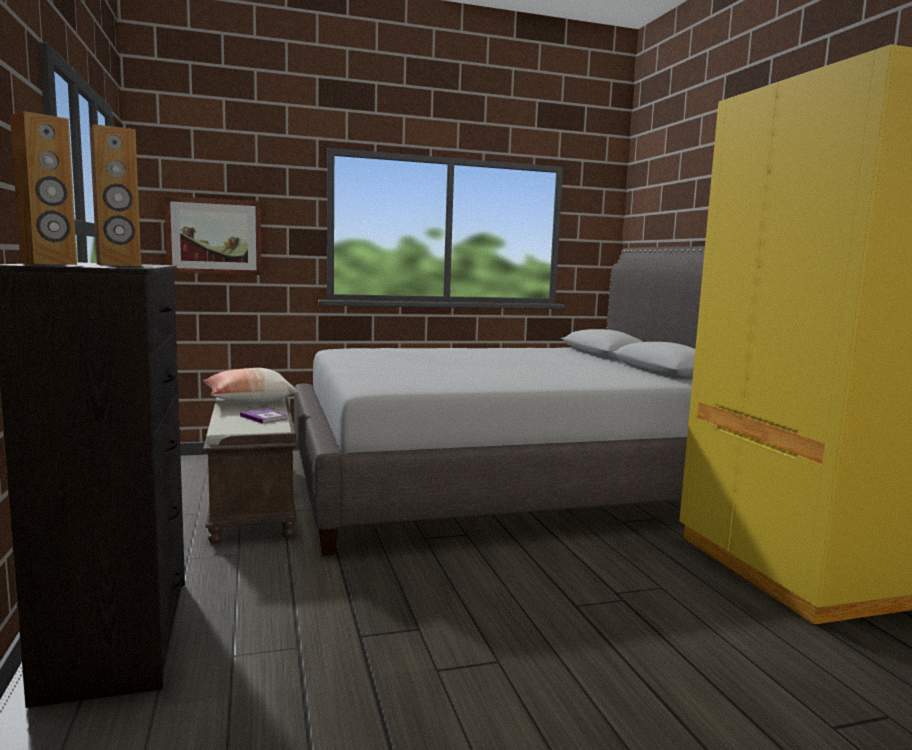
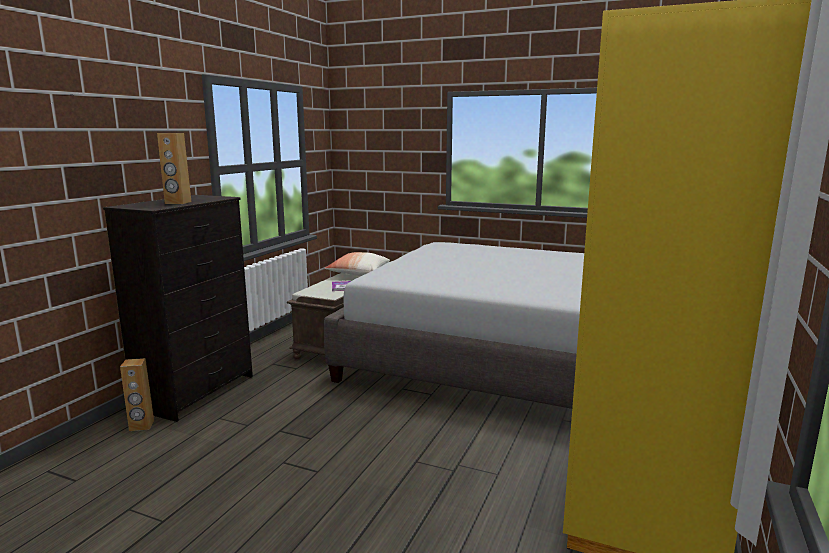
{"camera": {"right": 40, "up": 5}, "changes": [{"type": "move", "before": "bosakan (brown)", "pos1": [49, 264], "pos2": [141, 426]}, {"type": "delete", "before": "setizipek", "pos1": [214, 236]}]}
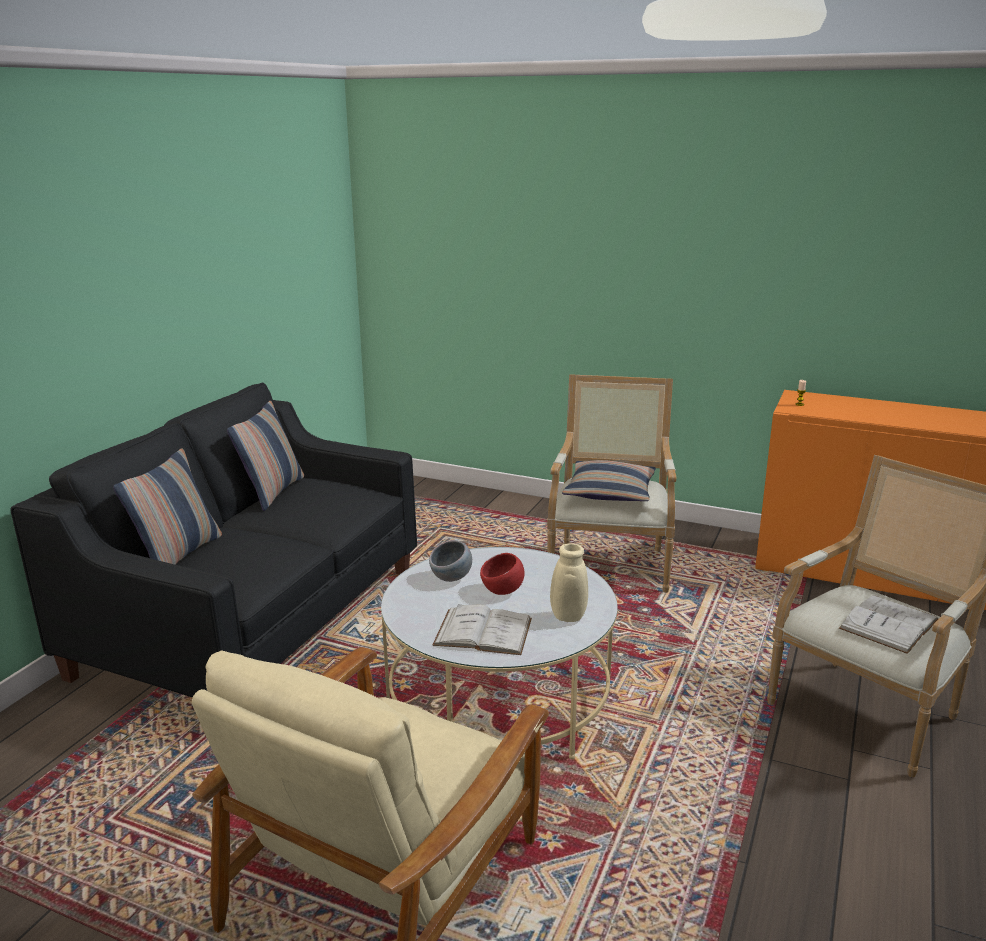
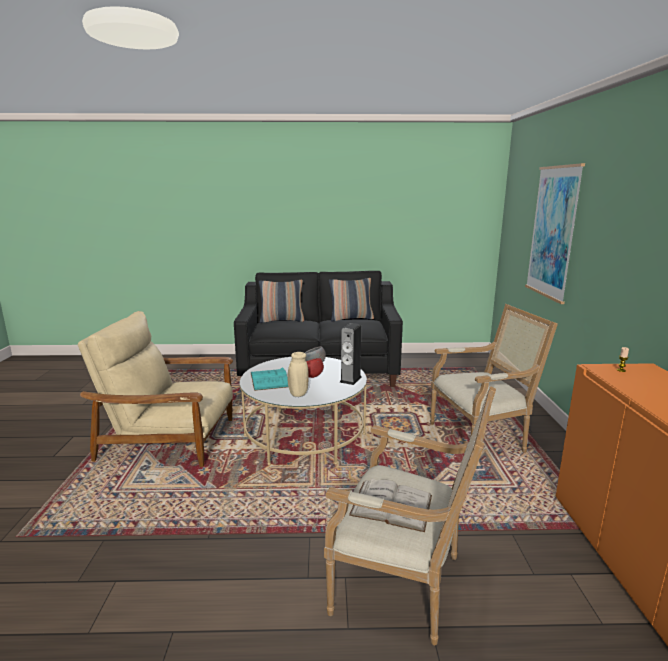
{"camera": {"right": 65, "up": -5}, "changes": [{"type": "recolor", "before": "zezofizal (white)", "after": "zezofizal (turquoise)", "pos1": [483, 631], "pos2": [269, 379]}, {"type": "insert", "after": "bosakan", "pos2": [350, 379]}, {"type": "insert", "after": "setizipek", "pos2": [553, 232]}, {"type": "delete", "before": "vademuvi", "pos1": [609, 492]}]}
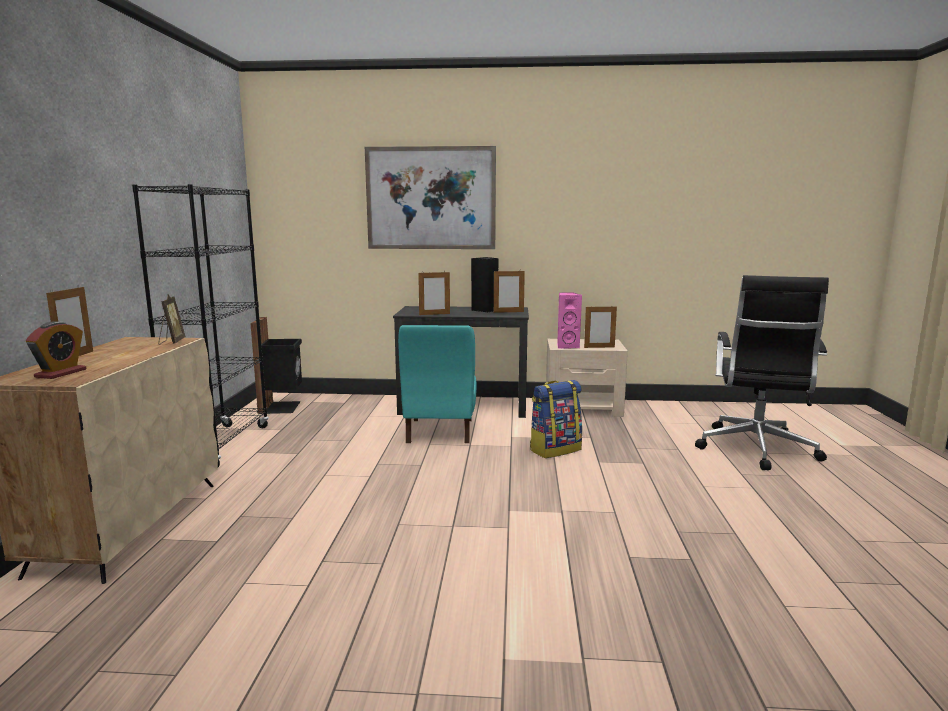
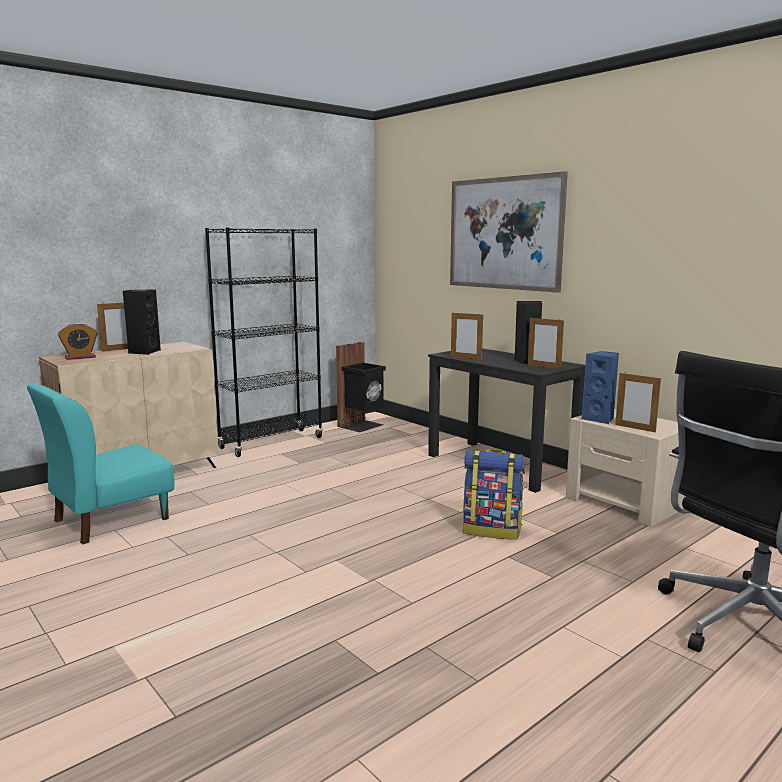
{"camera": {"right": 45, "up": 0}, "changes": [{"type": "move", "before": "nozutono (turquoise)", "pos1": [439, 431], "pos2": [110, 519]}, {"type": "insert", "after": "bosakan (black)", "pos2": [144, 352]}, {"type": "recolor", "before": "bosakan (pink)", "after": "bosakan (blue)", "pos1": [567, 346], "pos2": [600, 419]}, {"type": "delete", "before": "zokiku", "pos1": [171, 342]}]}
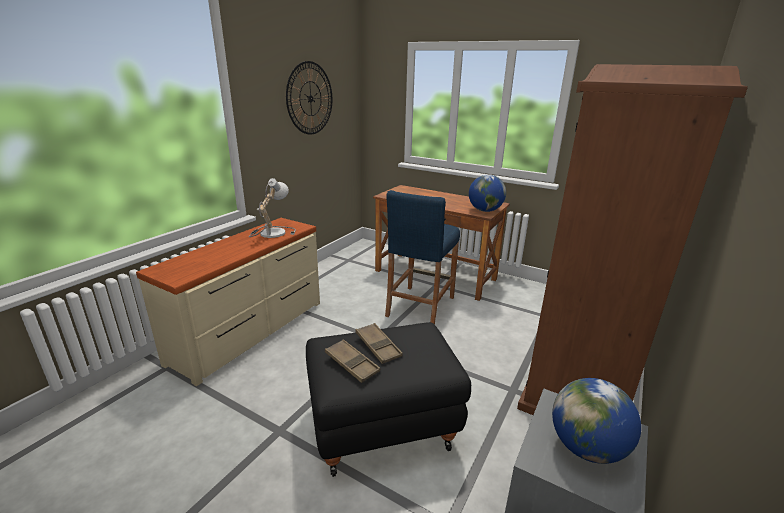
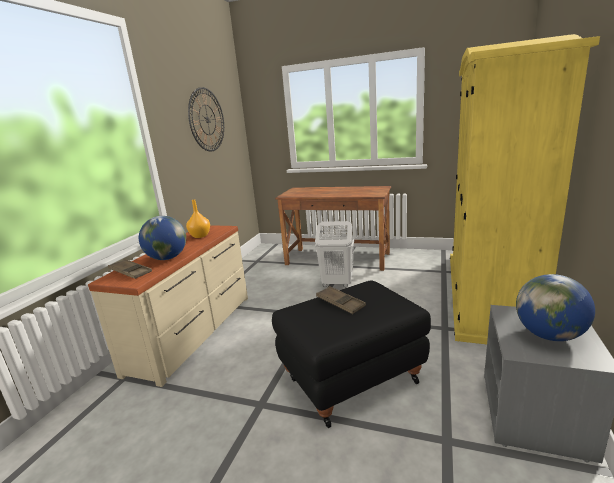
{"camera": {"right": -10, "up": -5}, "changes": [{"type": "move", "before": "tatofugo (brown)", "pos1": [352, 364], "pos2": [130, 272]}, {"type": "move", "before": "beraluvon", "pos1": [485, 210], "pos2": [167, 258]}, {"type": "replace", "before": "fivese", "after": "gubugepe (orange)", "pos1": [271, 232], "pos2": [199, 236]}, {"type": "replace", "before": "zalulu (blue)", "after": "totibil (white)", "pos1": [420, 306], "pos2": [337, 284]}, {"type": "recolor", "before": "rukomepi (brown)", "after": "rukomepi (yellow)", "pos1": [586, 357], "pos2": [488, 293]}]}
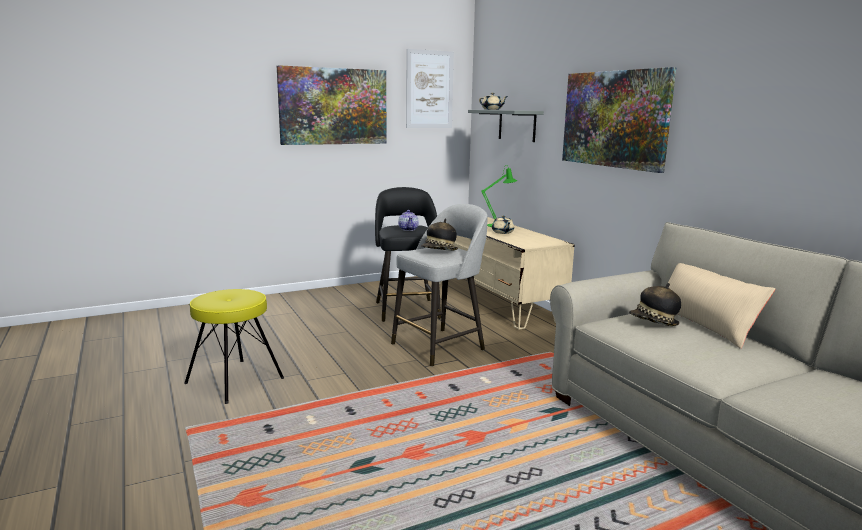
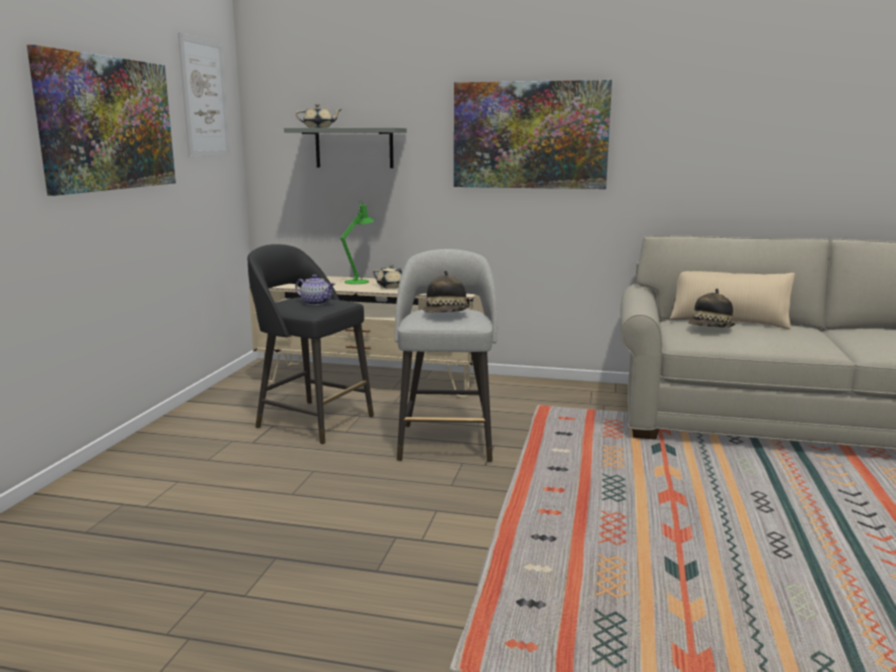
{"camera": {"right": -50, "up": 0}, "changes": [{"type": "delete", "before": "zalulu (yellow)", "pos1": [234, 380]}]}
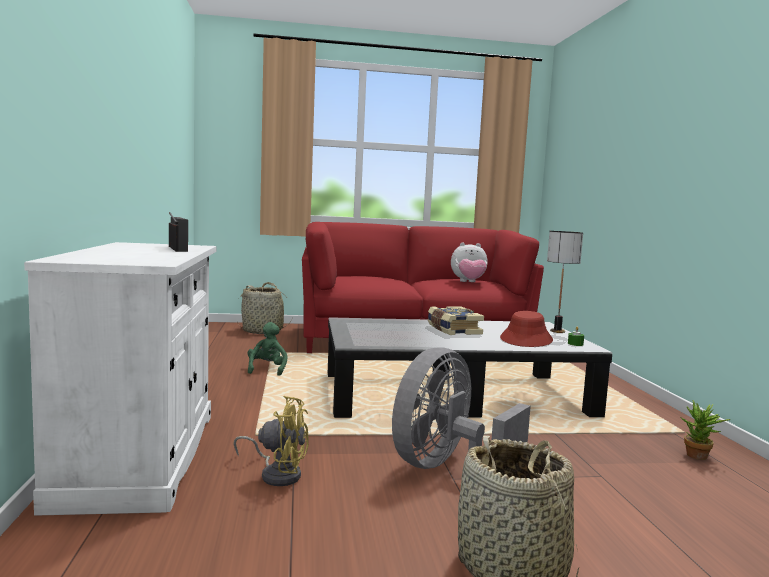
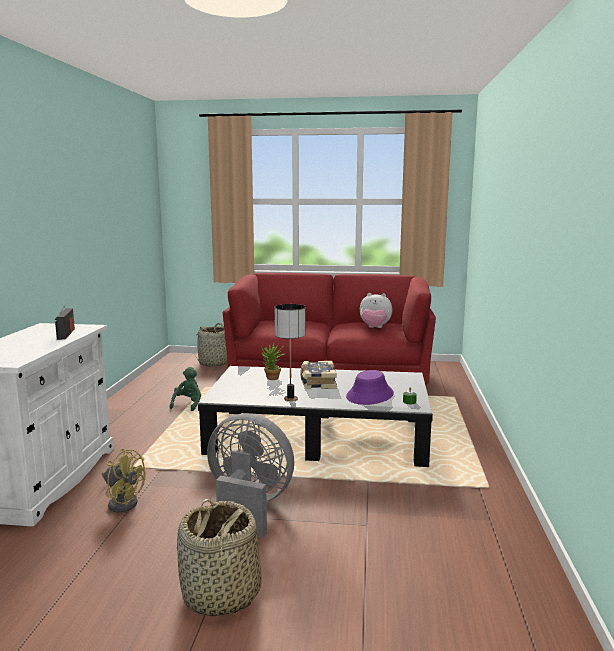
{"camera": {"right": 15, "up": 5}, "changes": [{"type": "rotate", "before": "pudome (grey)", "pos1": [446, 468], "pos2": [248, 507], "turn": 60}, {"type": "move", "before": "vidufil", "pos1": [699, 457], "pos2": [272, 379]}, {"type": "move", "before": "fivese", "pos1": [557, 331], "pos2": [290, 398]}, {"type": "recolor", "before": "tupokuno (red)", "after": "tupokuno (purple)", "pos1": [526, 339], "pos2": [370, 395]}]}
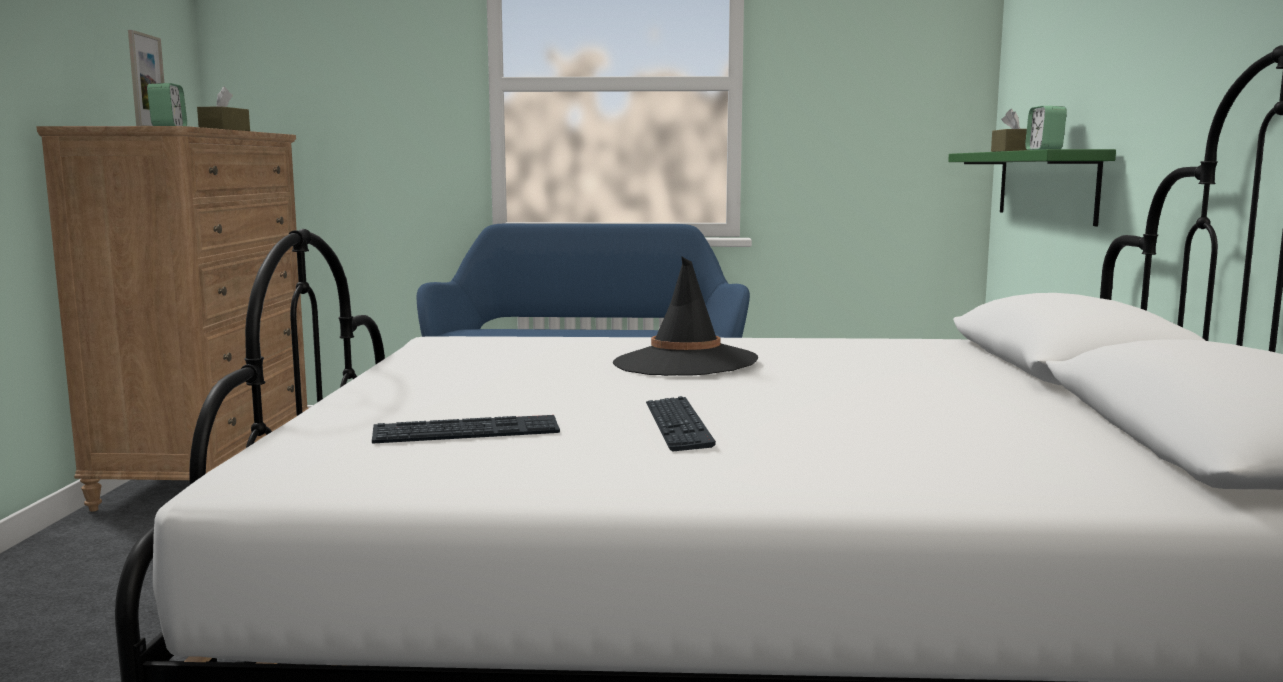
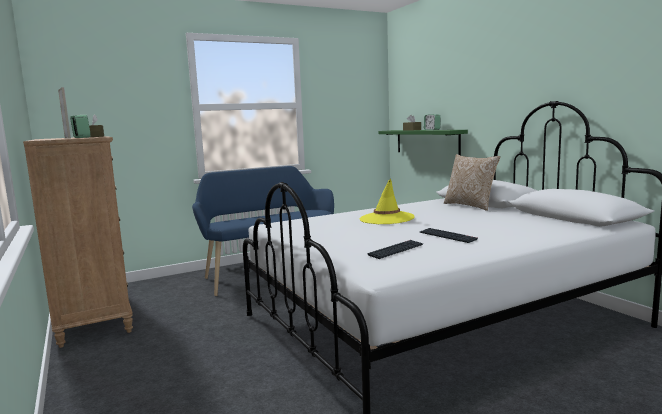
{"camera": {"right": -30, "up": 0}, "changes": [{"type": "recolor", "before": "tupokuno (black)", "after": "tupokuno (yellow)", "pos1": [685, 363], "pos2": [386, 218]}, {"type": "insert", "after": "vademuvi", "pos2": [470, 206]}]}
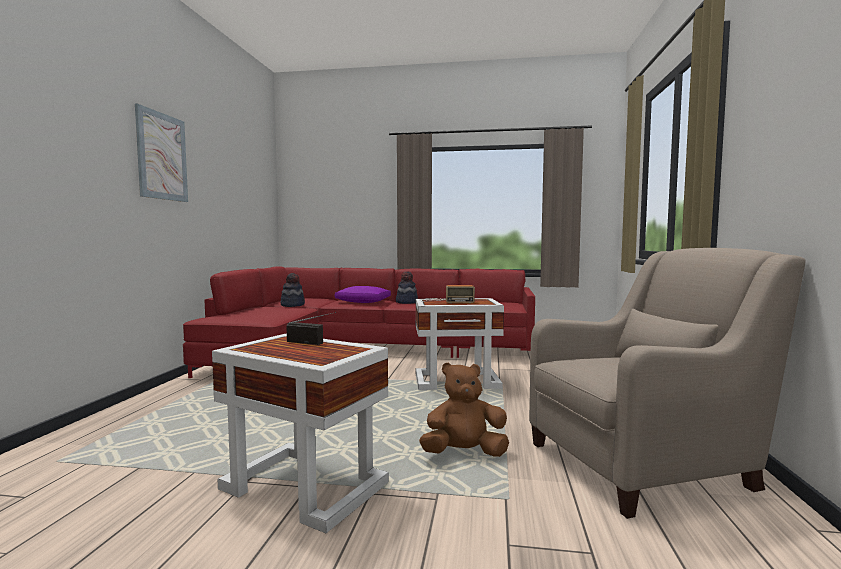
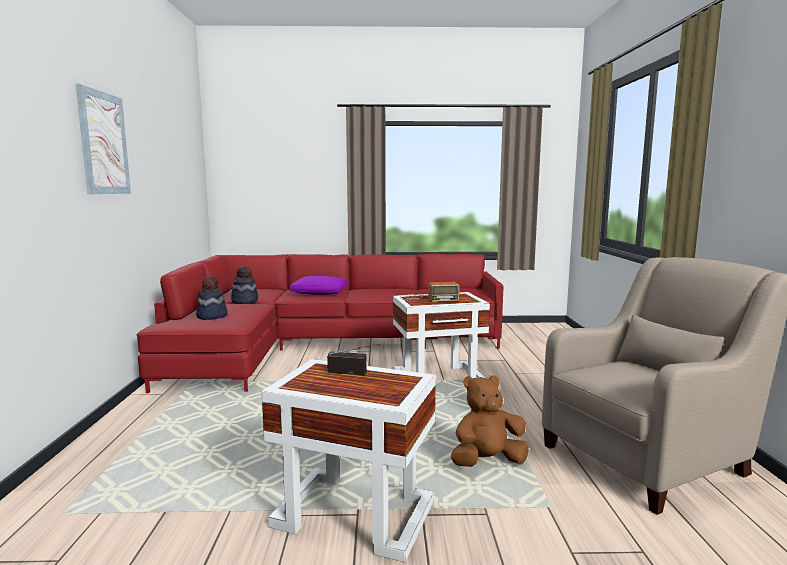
{"camera": {"right": -10, "up": 5}, "changes": [{"type": "move", "before": "tupokuno", "pos1": [406, 302], "pos2": [211, 316]}]}
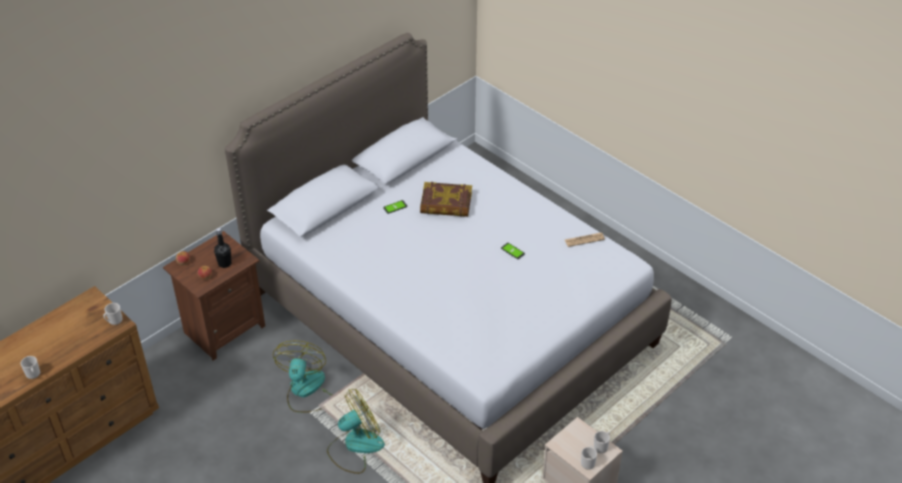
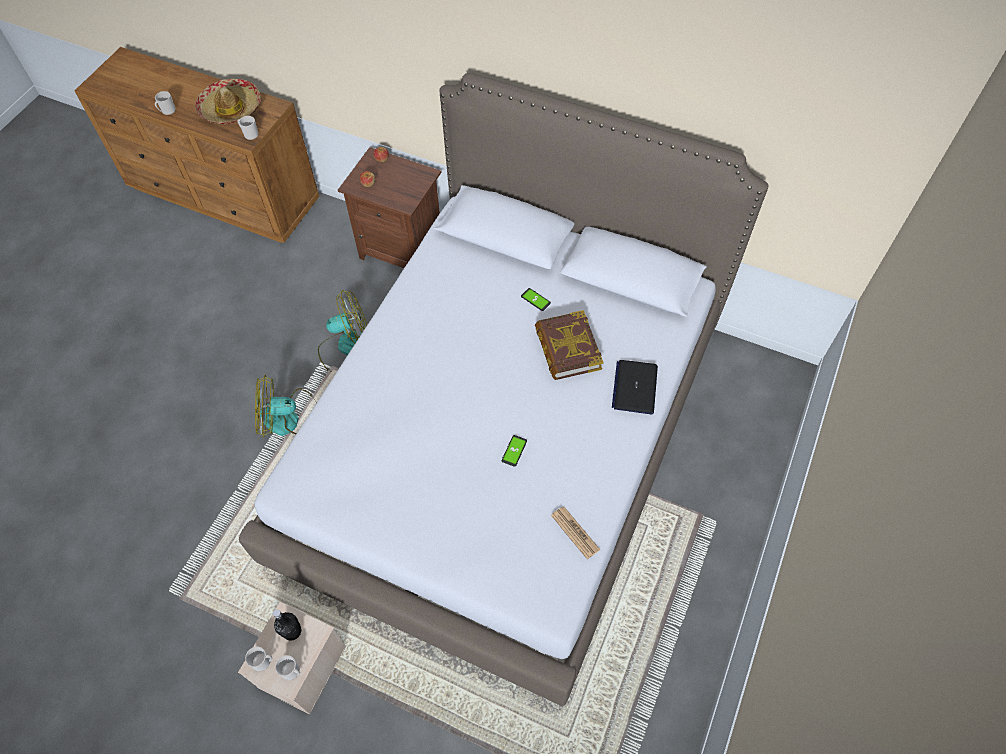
{"camera": {"right": 70, "up": 15}, "changes": [{"type": "insert", "after": "tupokuno", "pos2": [231, 109]}, {"type": "rotate", "before": "pudome", "pos1": [355, 446], "pos2": [289, 418], "turn": 135}, {"type": "move", "before": "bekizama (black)", "pos1": [224, 263], "pos2": [292, 631]}, {"type": "insert", "after": "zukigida", "pos2": [635, 387]}]}
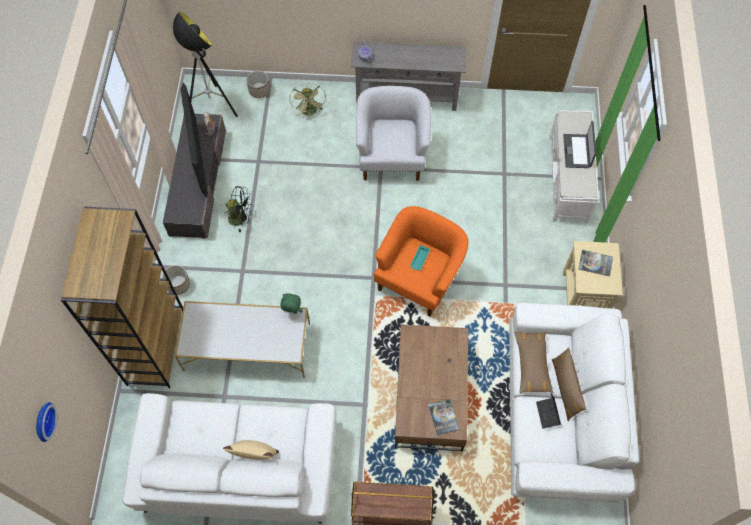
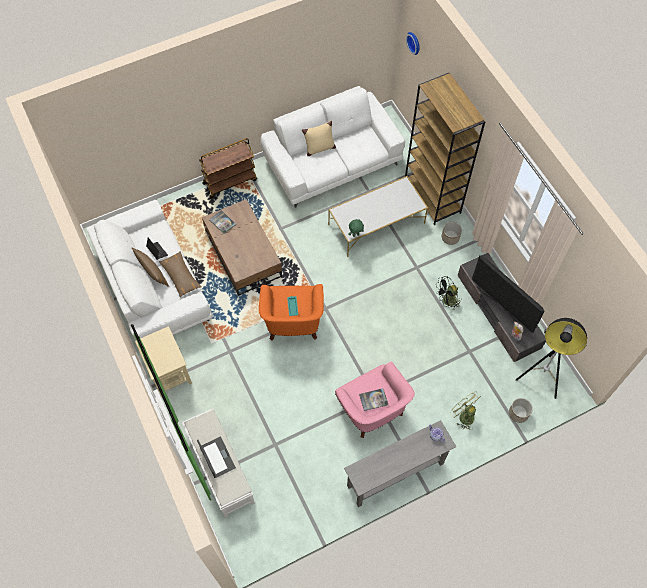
{"camera": {"right": 150, "up": 0}, "changes": [{"type": "recolor", "before": "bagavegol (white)", "after": "bagavegol (pink)", "pos1": [392, 157], "pos2": [372, 411]}, {"type": "move", "before": "zezofizal", "pos1": [595, 263], "pos2": [373, 399]}]}
